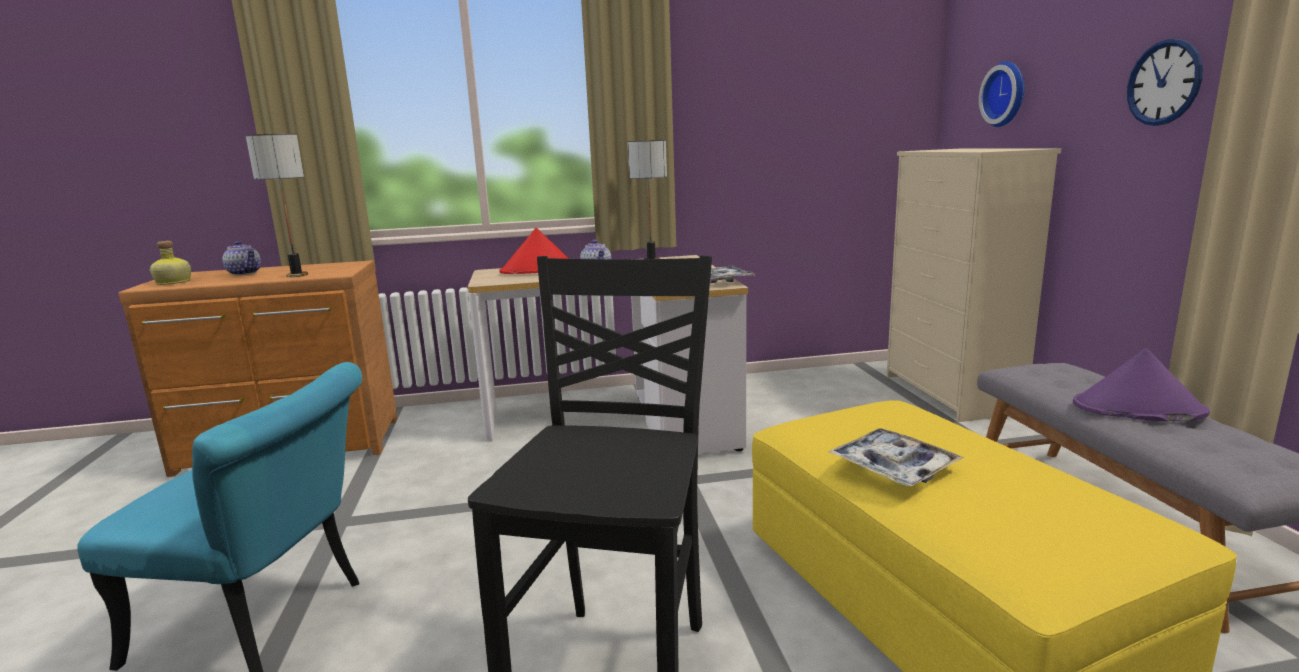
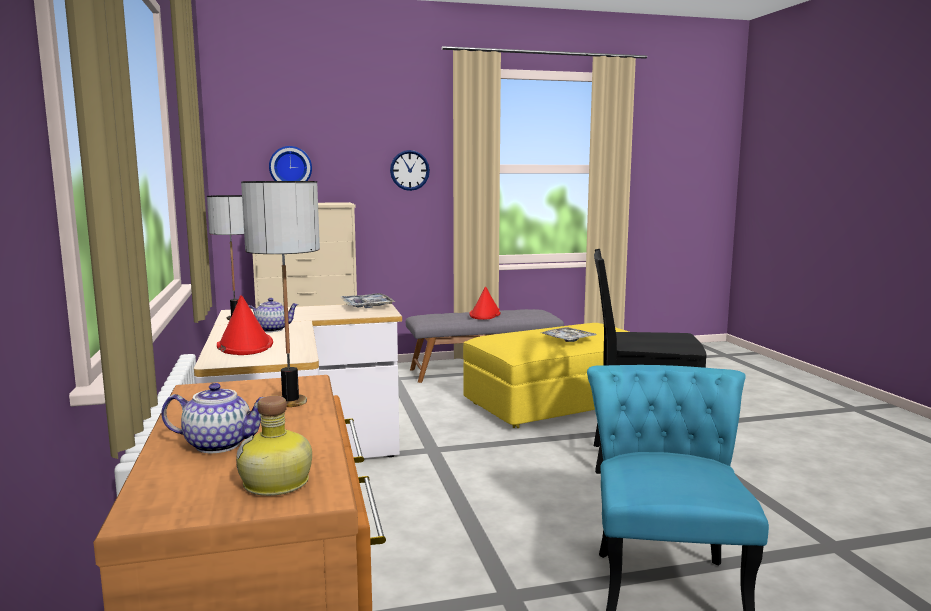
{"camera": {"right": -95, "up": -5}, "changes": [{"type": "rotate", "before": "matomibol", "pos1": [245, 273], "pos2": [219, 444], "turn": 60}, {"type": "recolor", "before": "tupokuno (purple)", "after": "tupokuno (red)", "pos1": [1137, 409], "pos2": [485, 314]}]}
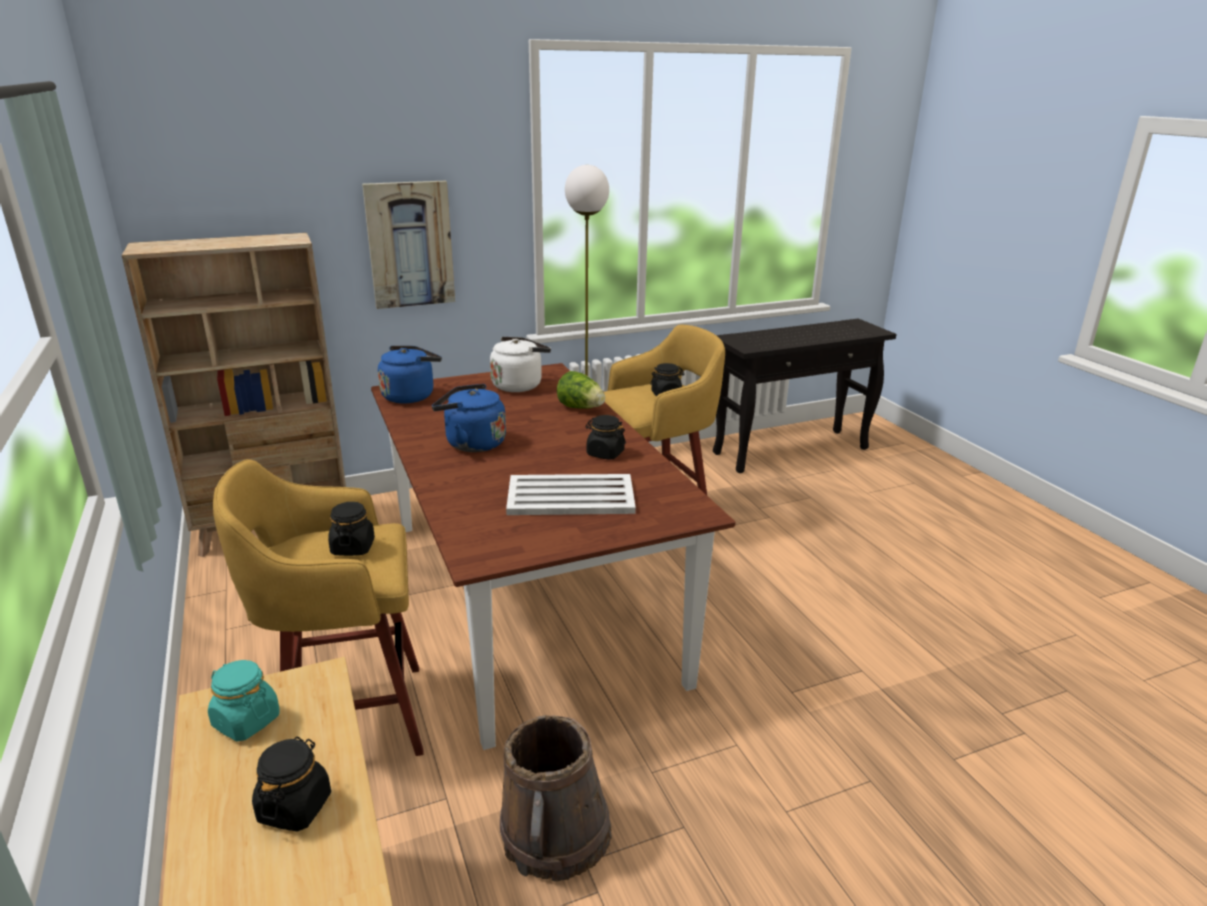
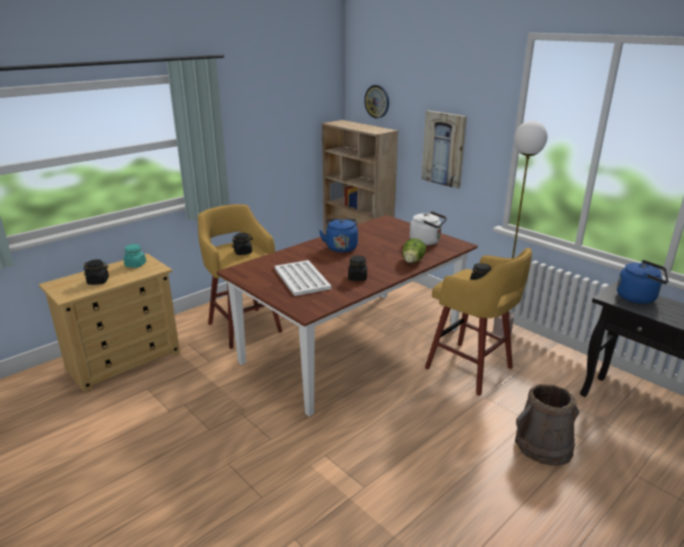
{"camera": {"right": 70, "up": 0}, "changes": [{"type": "insert", "after": "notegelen", "pos2": [377, 101]}, {"type": "move", "before": "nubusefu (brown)", "pos1": [555, 834], "pos2": [543, 446]}, {"type": "move", "before": "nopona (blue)", "pos1": [410, 395], "pos2": [638, 298]}]}
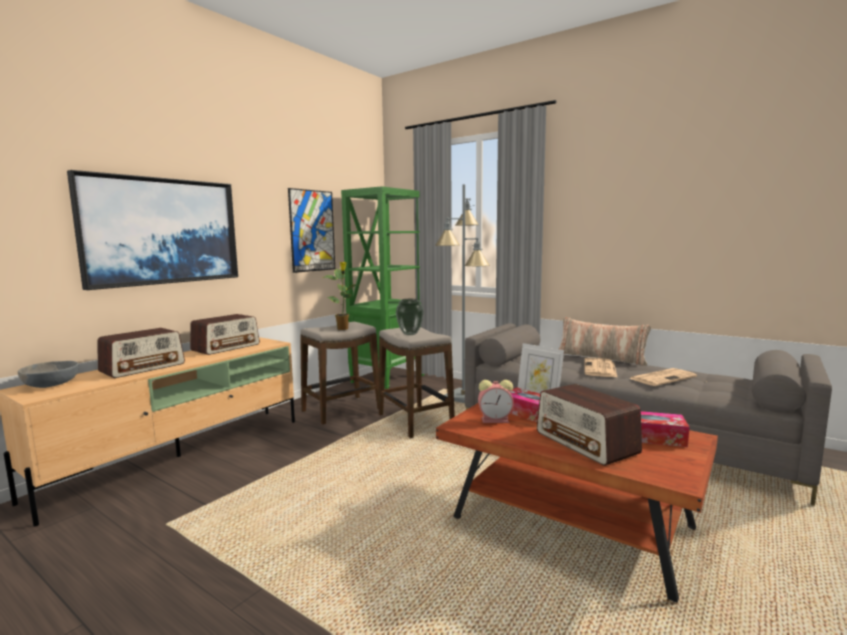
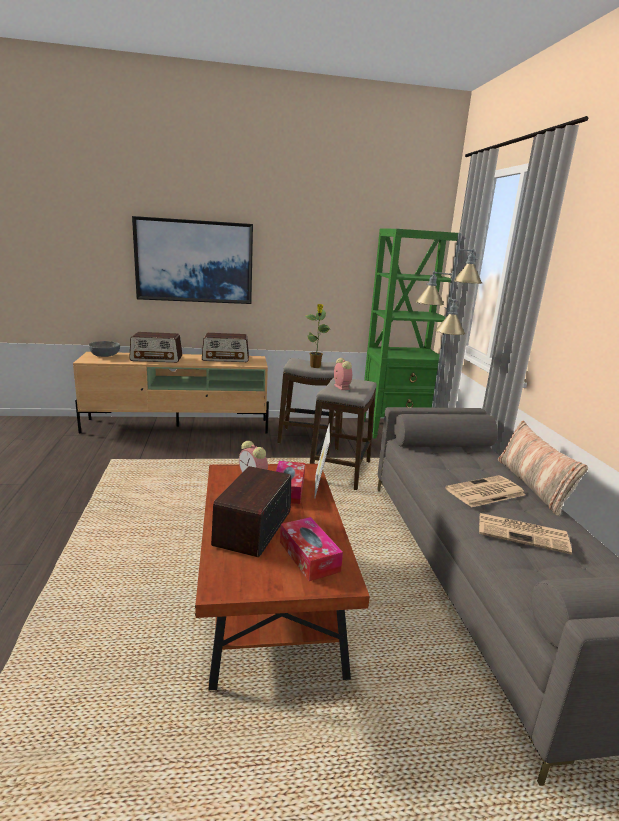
{"camera": {"right": 45, "up": 10}, "changes": [{"type": "replace", "before": "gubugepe", "after": "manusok", "pos1": [409, 334], "pos2": [341, 387]}, {"type": "delete", "before": "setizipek", "pos1": [312, 231]}]}
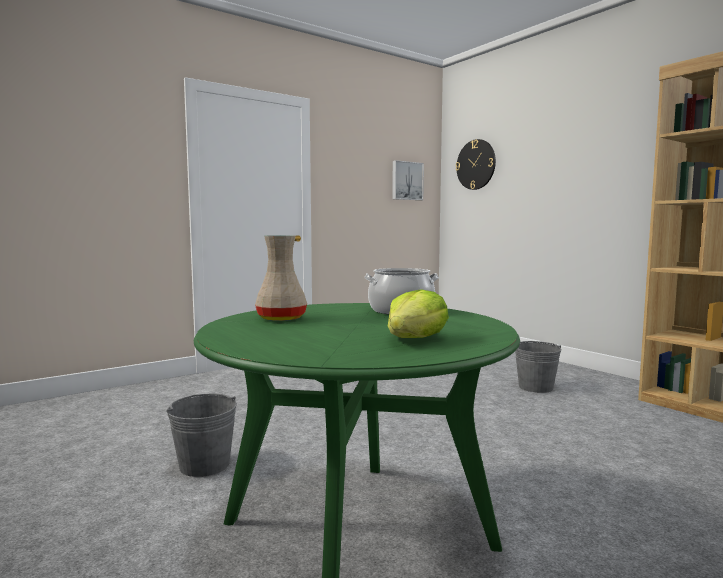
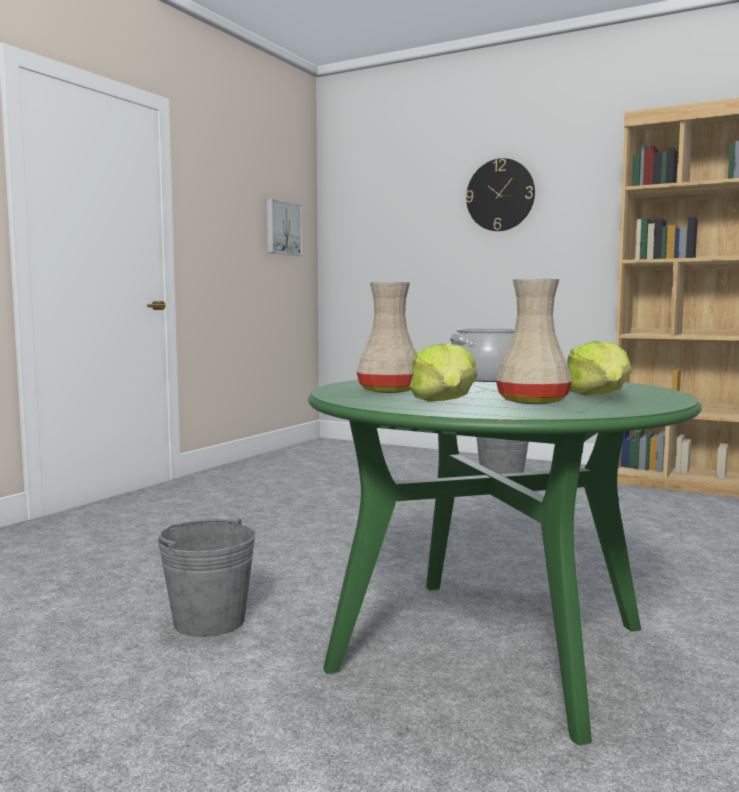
{"camera": {"right": -25, "up": 0}, "changes": [{"type": "insert", "after": "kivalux", "pos2": [445, 402]}, {"type": "move", "before": "notegelen", "pos1": [476, 164], "pos2": [500, 195]}, {"type": "insert", "after": "gubugepe (beige)", "pos2": [532, 402]}]}
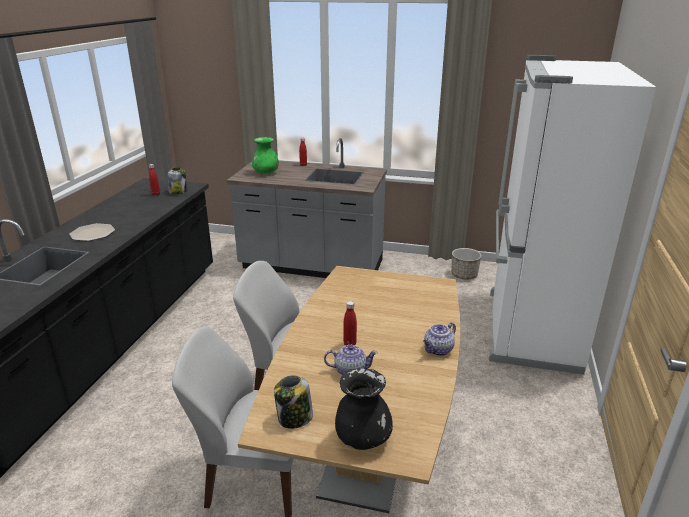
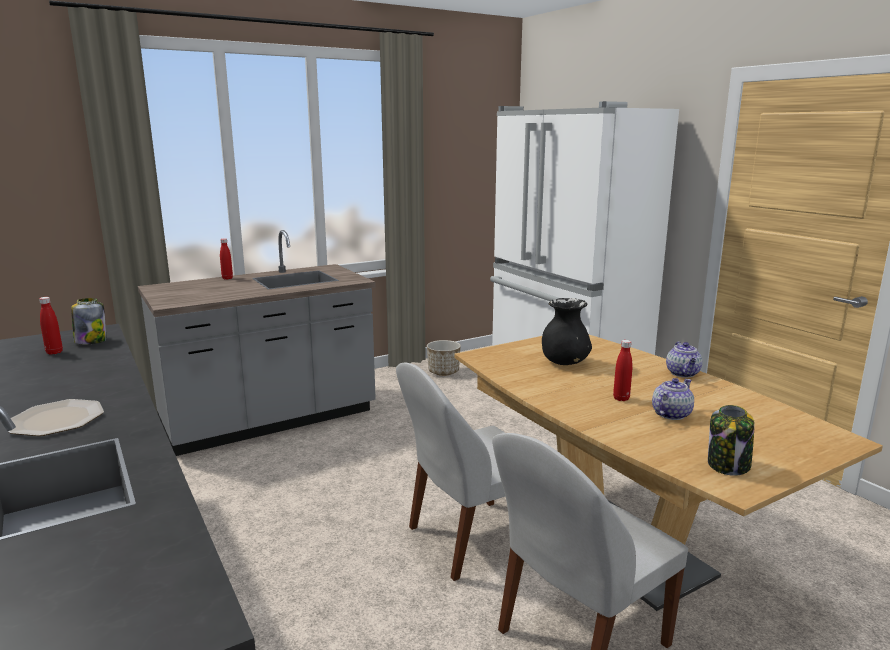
{"camera": {"right": -45, "up": -10}, "changes": [{"type": "move", "before": "gubugepe (black)", "pos1": [363, 438], "pos2": [564, 363]}, {"type": "delete", "before": "gubugepe (green)", "pos1": [266, 173]}]}
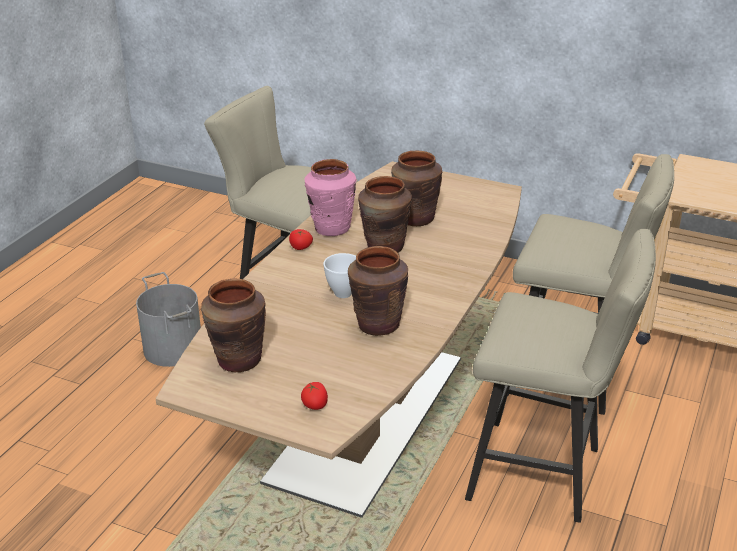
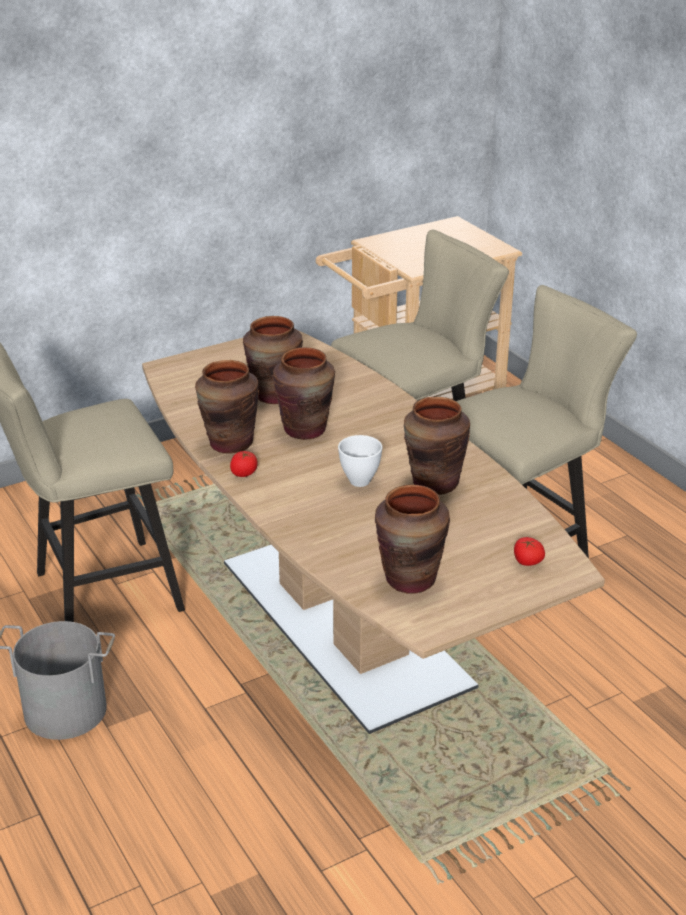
{"camera": {"right": -55, "up": 0}, "changes": [{"type": "recolor", "before": "gubugepe (pink)", "after": "gubugepe (brown)", "pos1": [331, 228], "pos2": [230, 443]}]}
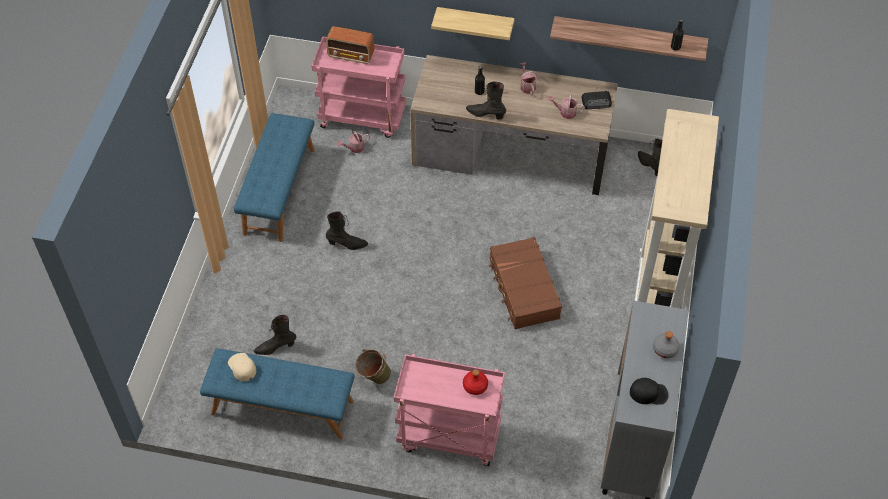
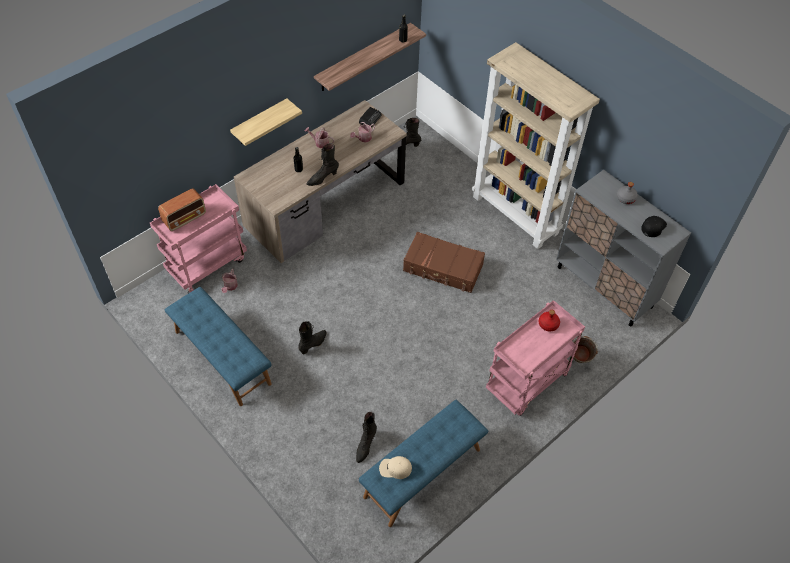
{"camera": {"right": -55, "up": 0}, "changes": [{"type": "move", "before": "nubusefu (green)", "pos1": [373, 378], "pos2": [578, 361]}]}
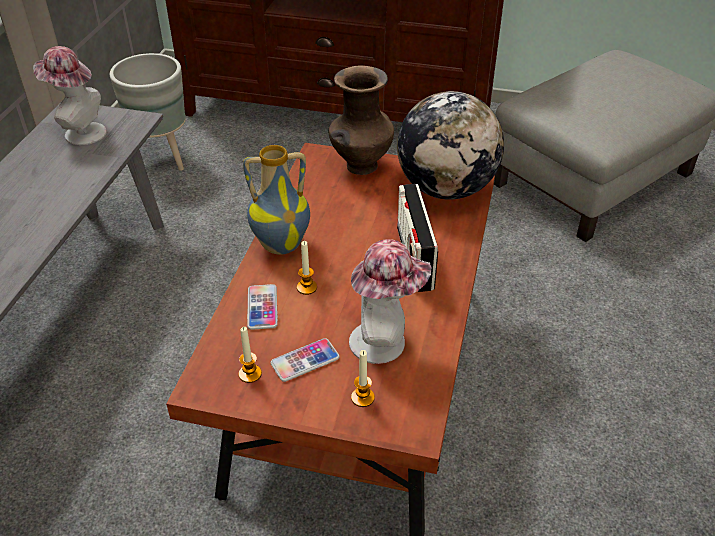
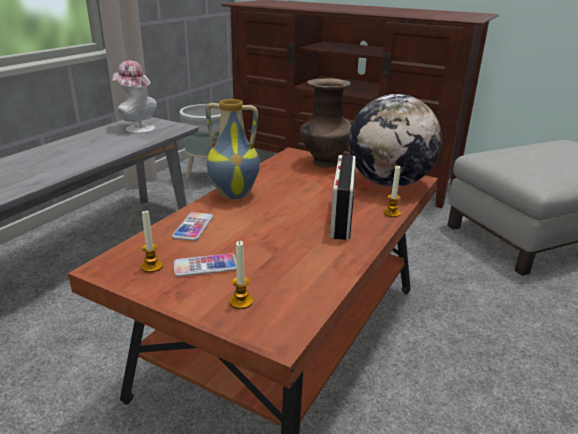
{"camera": {"right": 15, "up": -15}, "changes": [{"type": "move", "before": "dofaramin", "pos1": [306, 287], "pos2": [392, 213]}, {"type": "delete", "before": "tupokuno", "pos1": [385, 342]}]}
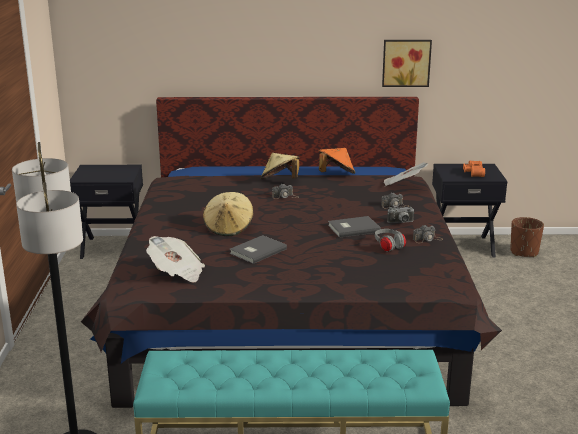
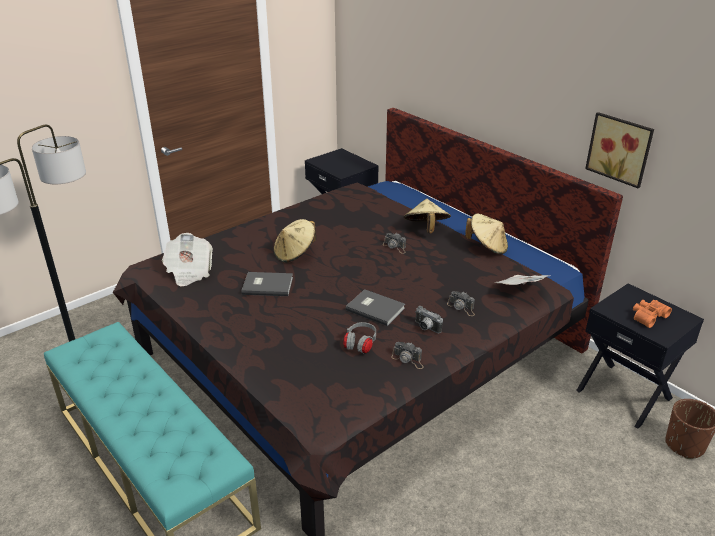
{"camera": {"right": 50, "up": 10}, "changes": [{"type": "recolor", "before": "tupokuno (orange)", "after": "tupokuno (beige)", "pos1": [336, 174], "pos2": [487, 247]}]}
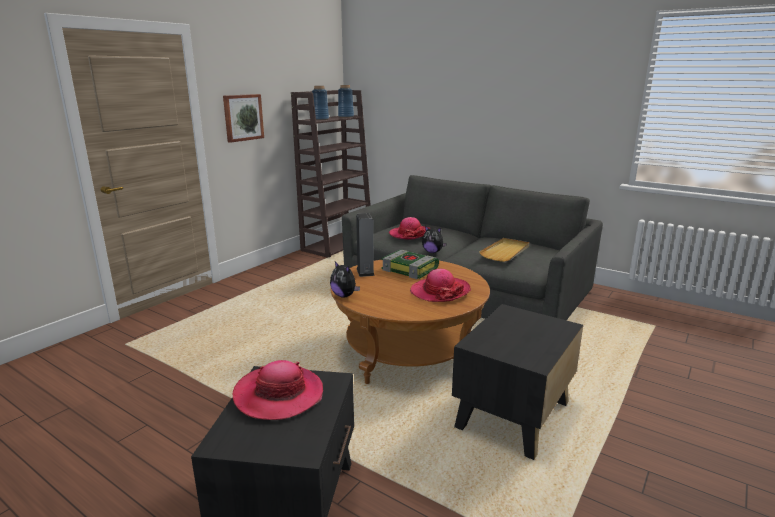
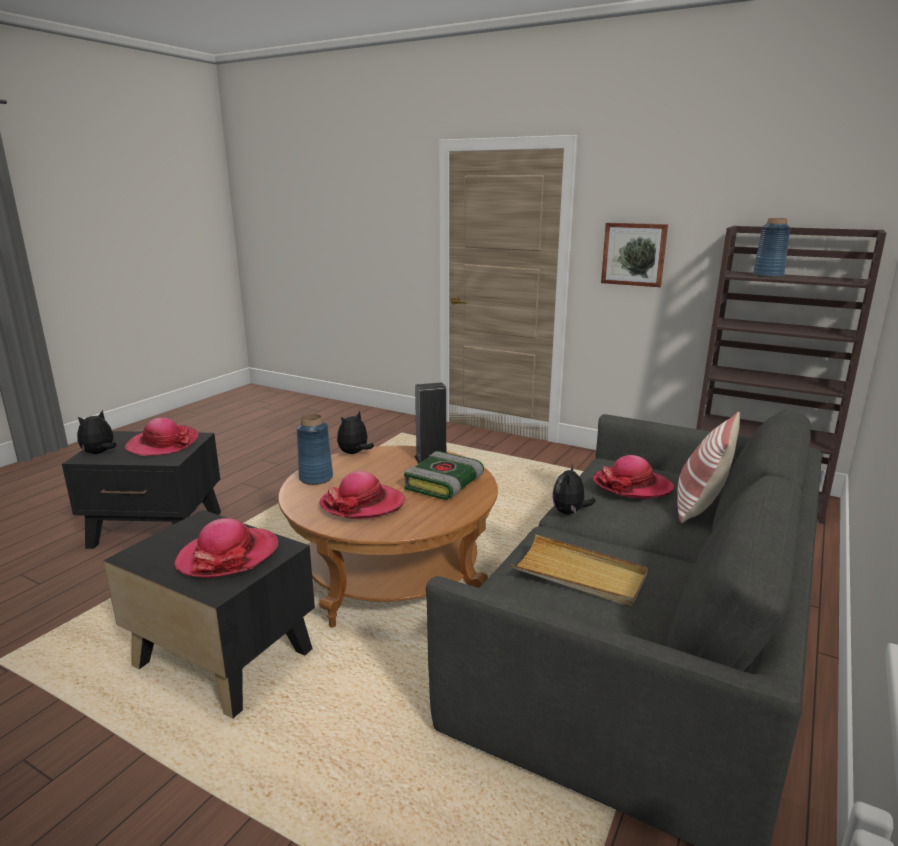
{"camera": {"right": 85, "up": 0}, "changes": [{"type": "insert", "after": "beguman", "pos2": [99, 453]}, {"type": "insert", "after": "tupokuno", "pos2": [228, 556]}, {"type": "move", "before": "gubugepe (blue)", "pos1": [346, 116], "pos2": [316, 478]}, {"type": "insert", "after": "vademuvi", "pos2": [700, 506]}]}
